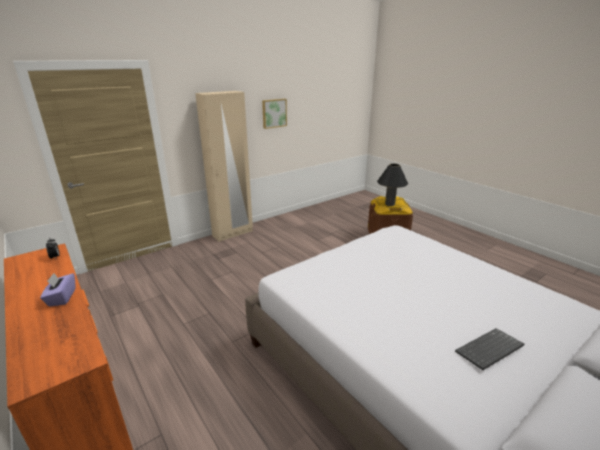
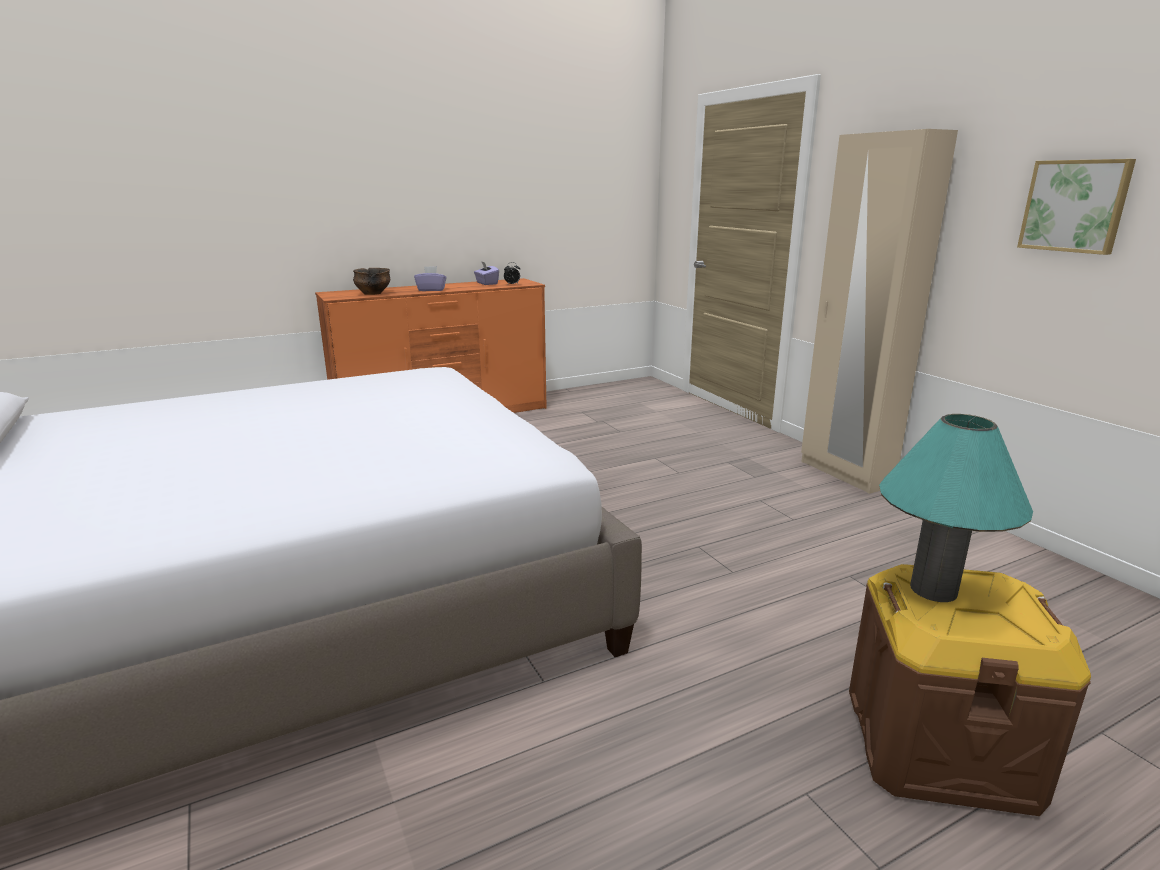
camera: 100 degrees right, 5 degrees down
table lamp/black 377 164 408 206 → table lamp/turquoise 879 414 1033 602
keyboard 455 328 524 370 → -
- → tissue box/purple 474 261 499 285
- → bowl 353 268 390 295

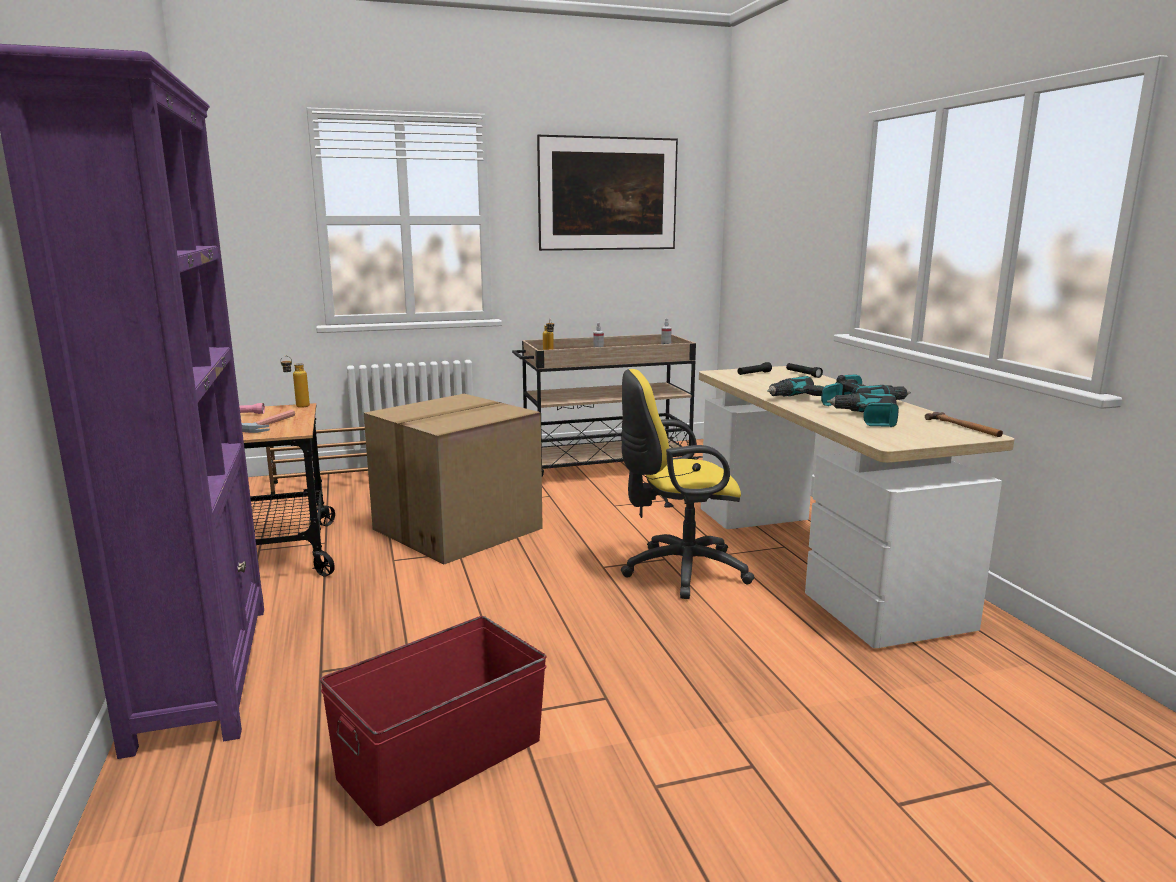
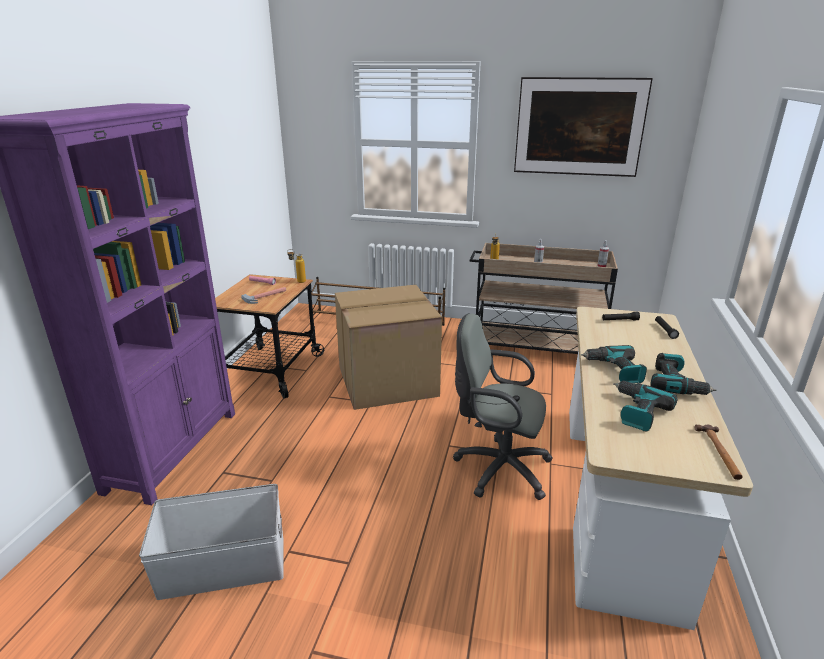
camera: 30 degrees right, 10 degrees up
office chair/yellow 621 369 754 599 → office chair/grey 453 313 553 500
storage box/red 320 616 547 826 → storage box/white 139 484 283 600

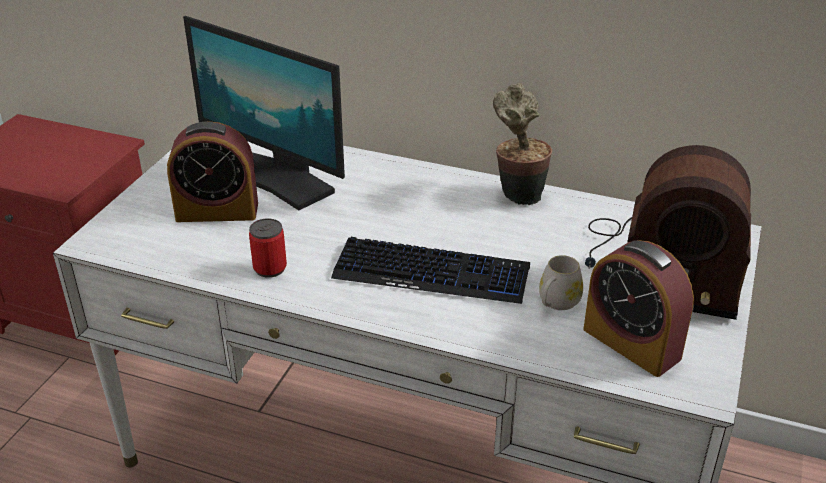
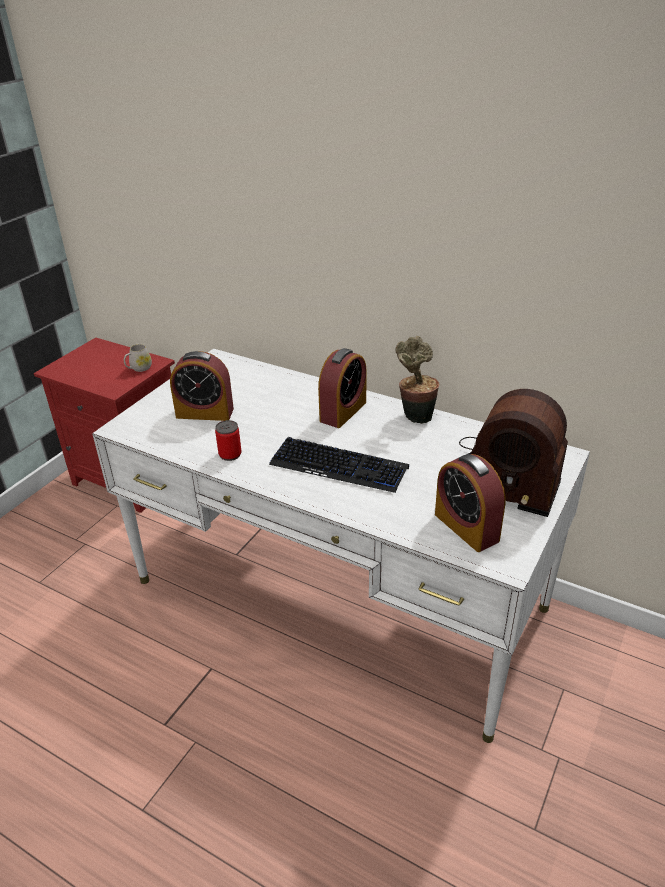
camera: 10 degrees right, 0 degrees up
monitor 183 16 345 210 → -
mug/white 539 255 583 310 → mug/white 124 344 152 372, move
- → alarm clock 318 348 366 428

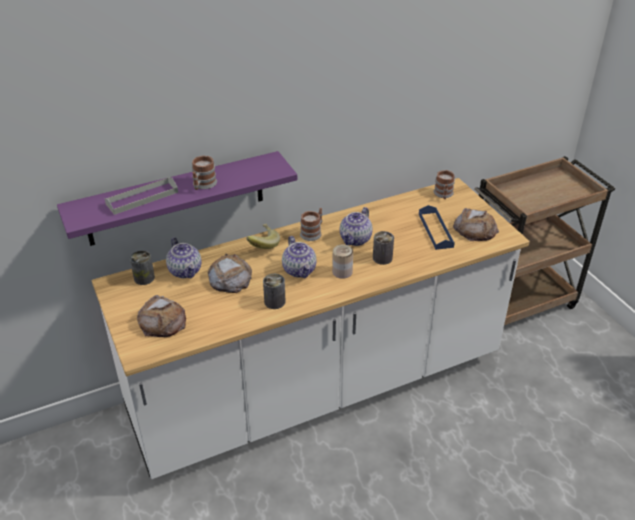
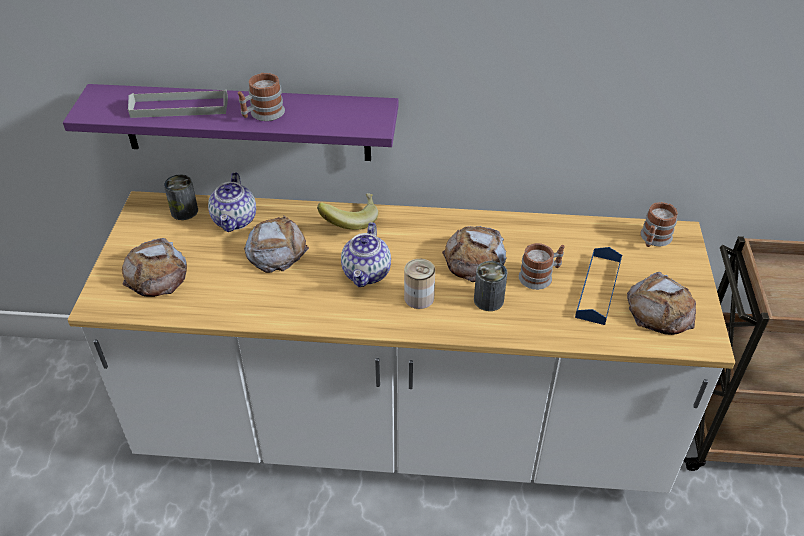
camera: 30 degrees right, 5 degrees up
teapot 340 207 373 246 → bread 442 226 507 282
mug 300 208 322 241 → mug 519 243 565 290, move
can 263 274 286 309 → -

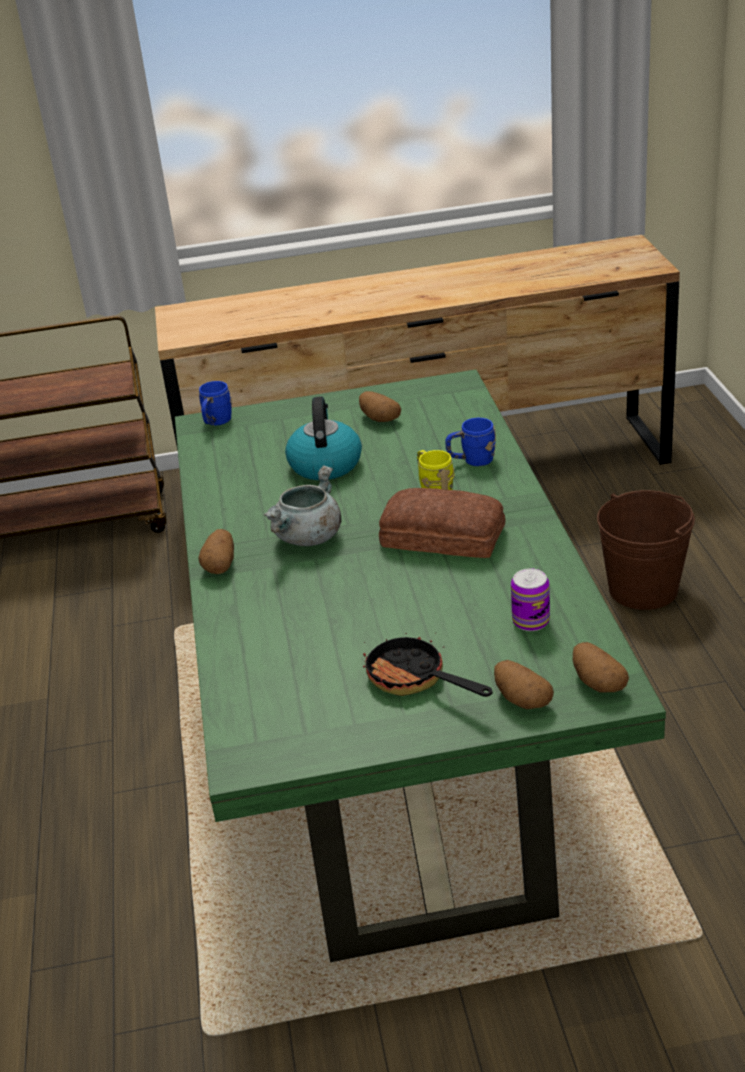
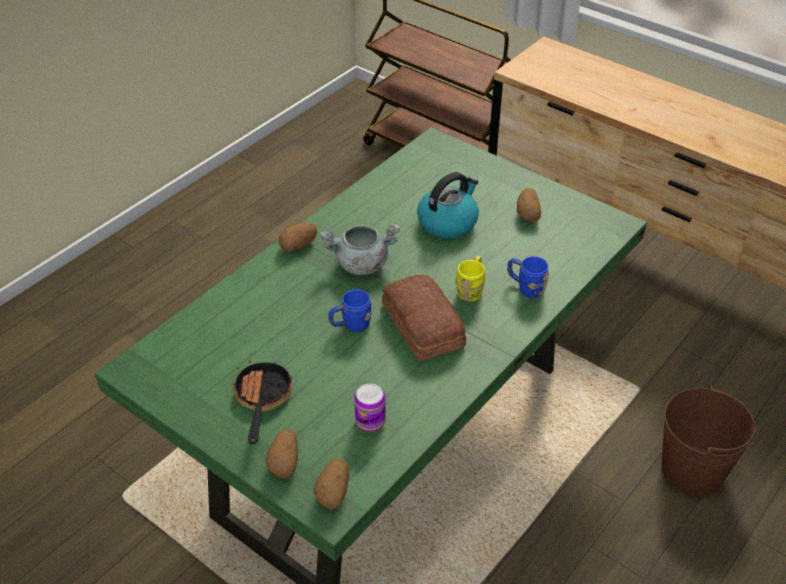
camera: 45 degrees right, 10 degrees up
mug/blue 199 381 232 425 → mug/blue 329 289 372 332, move

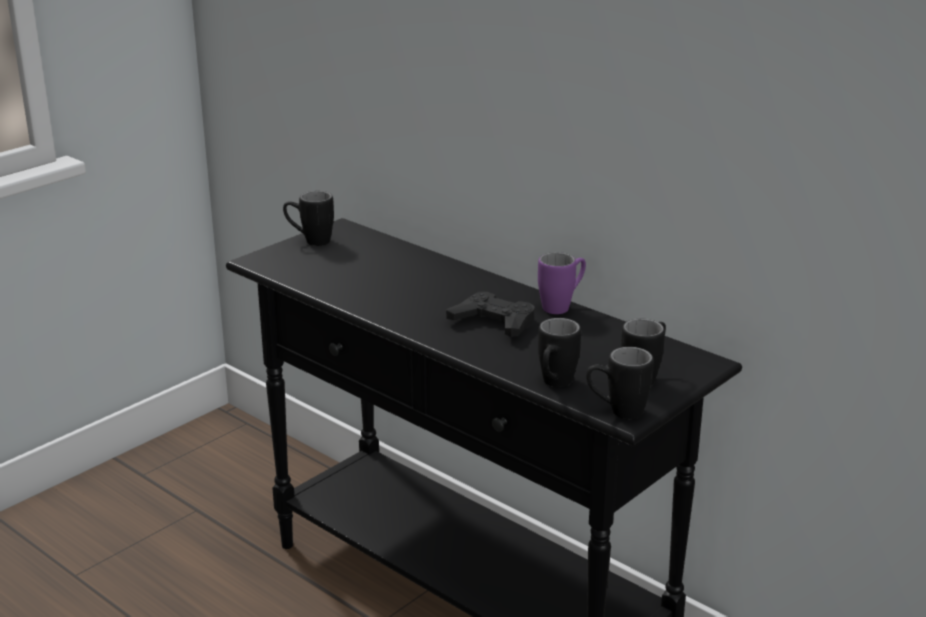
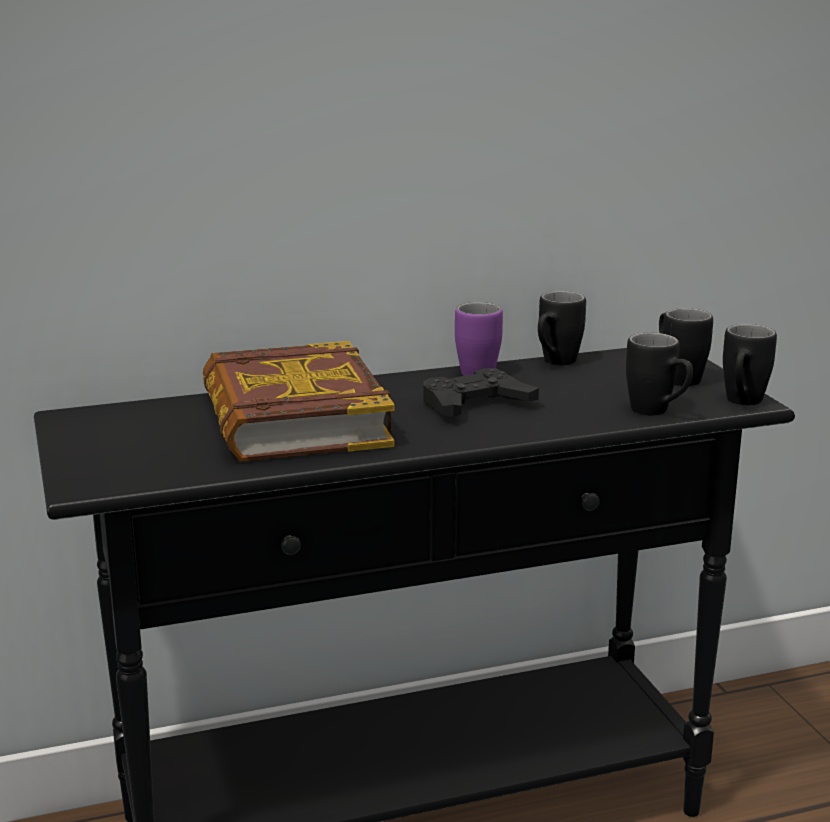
camera: 60 degrees left, 5 degrees down
mug/black 283 191 334 246 → mug/black 538 291 586 365, move
- → book 203 341 395 462

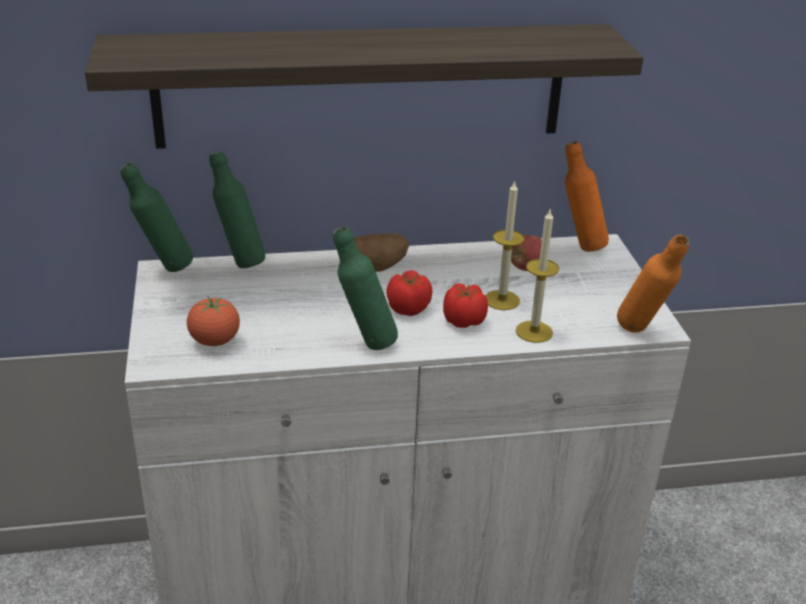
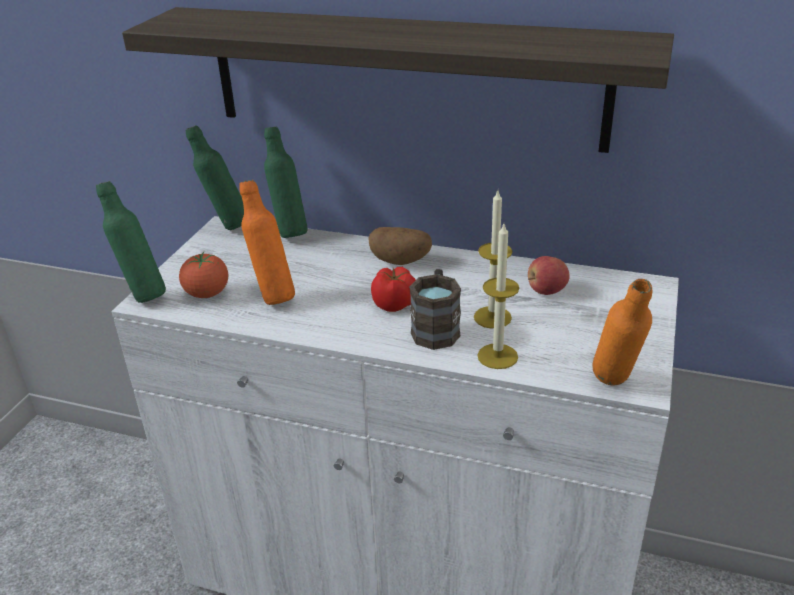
camera: 30 degrees right, 0 degrees up
bottle/orange 565 141 609 252 → bottle/orange 239 180 295 305, move
bottle/green 333 226 398 350 → bottle/green 96 181 166 303, move
tomato 443 283 488 328 → mug/brown 409 269 461 350

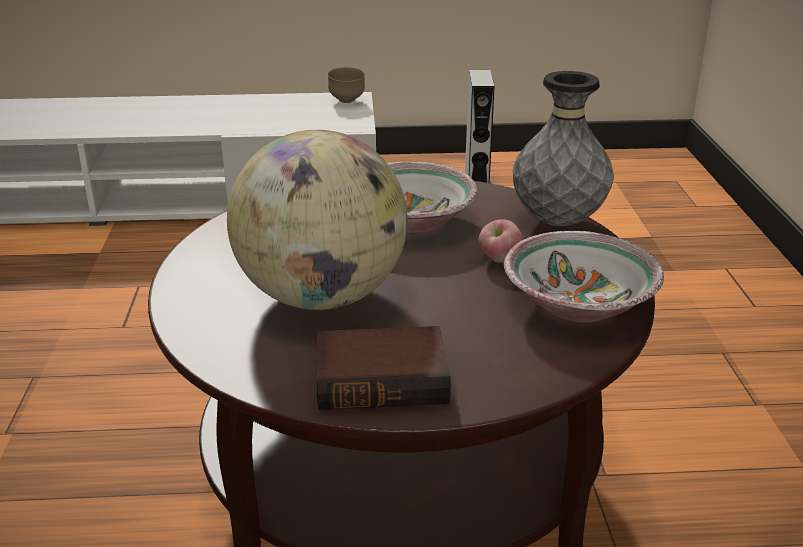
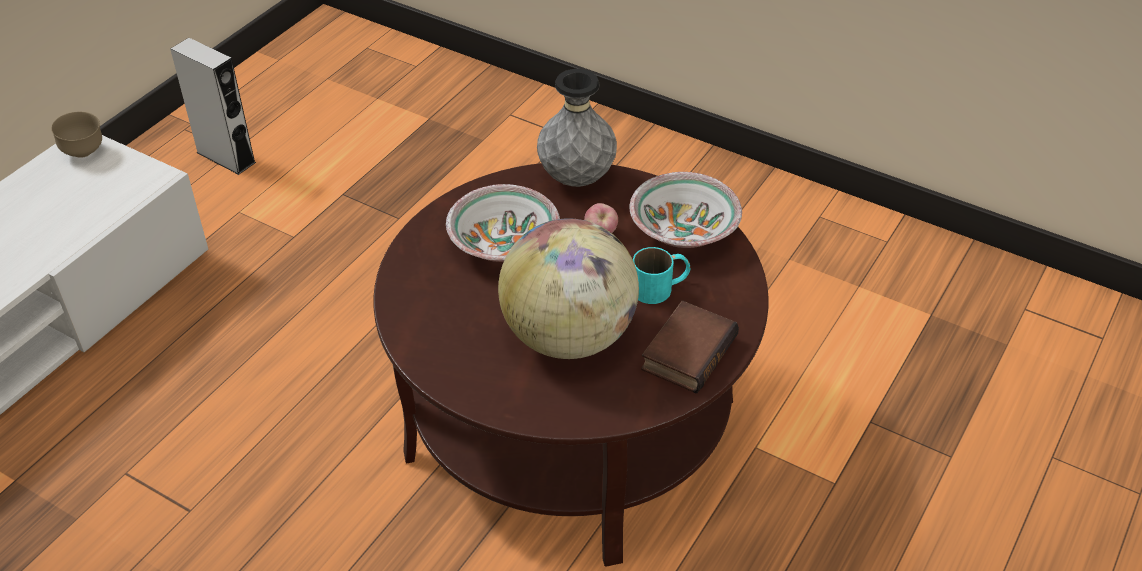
camera: 55 degrees left, 15 degrees up
- → mug/turquoise 633 247 690 304

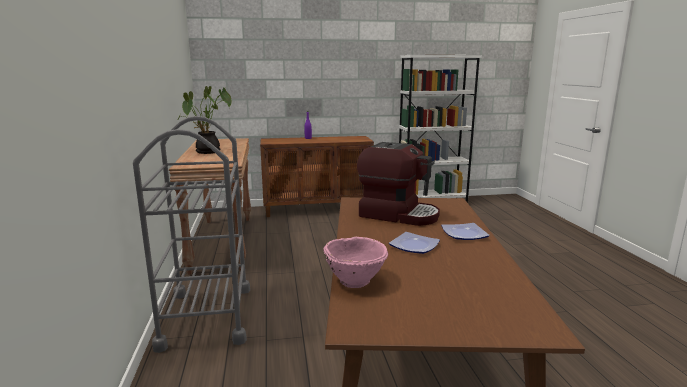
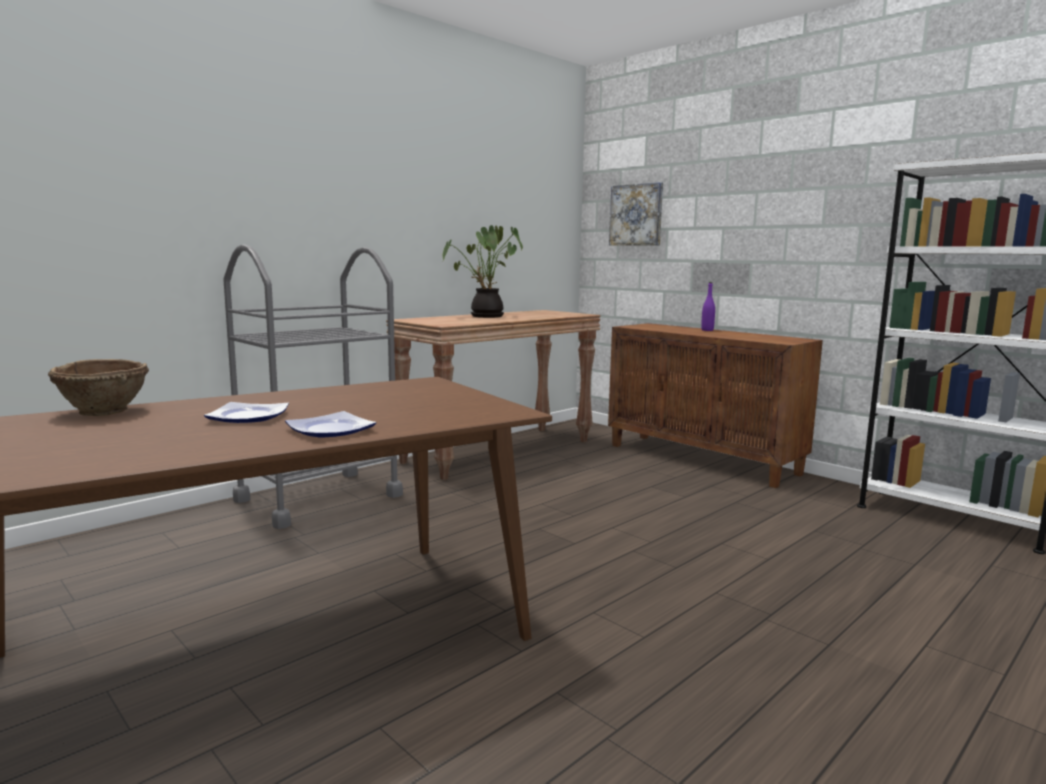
camera: 55 degrees right, 5 degrees down
coffee machine 357 142 440 226 → -
bowl/pink 323 237 388 288 → bowl/brown 48 359 149 416
- → picture 609 182 663 246

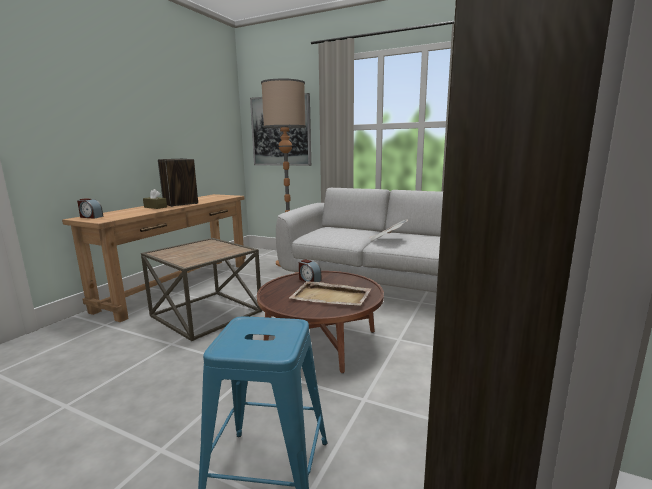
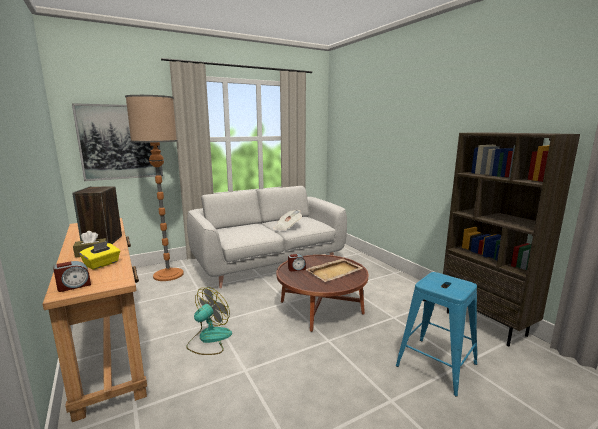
camera: 55 degrees left, 0 degrees up
side table/brown 141 238 262 341 → fan 186 287 232 355
- → tissue box/yellow 79 241 120 270

